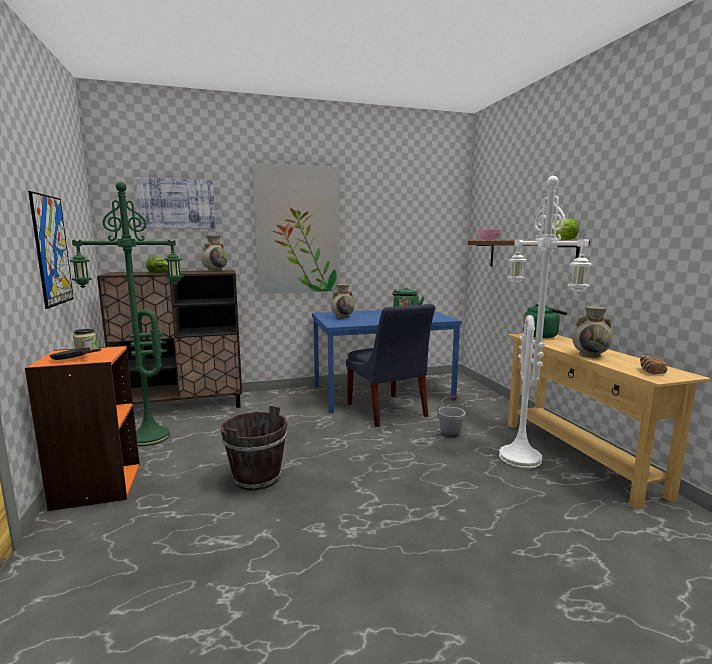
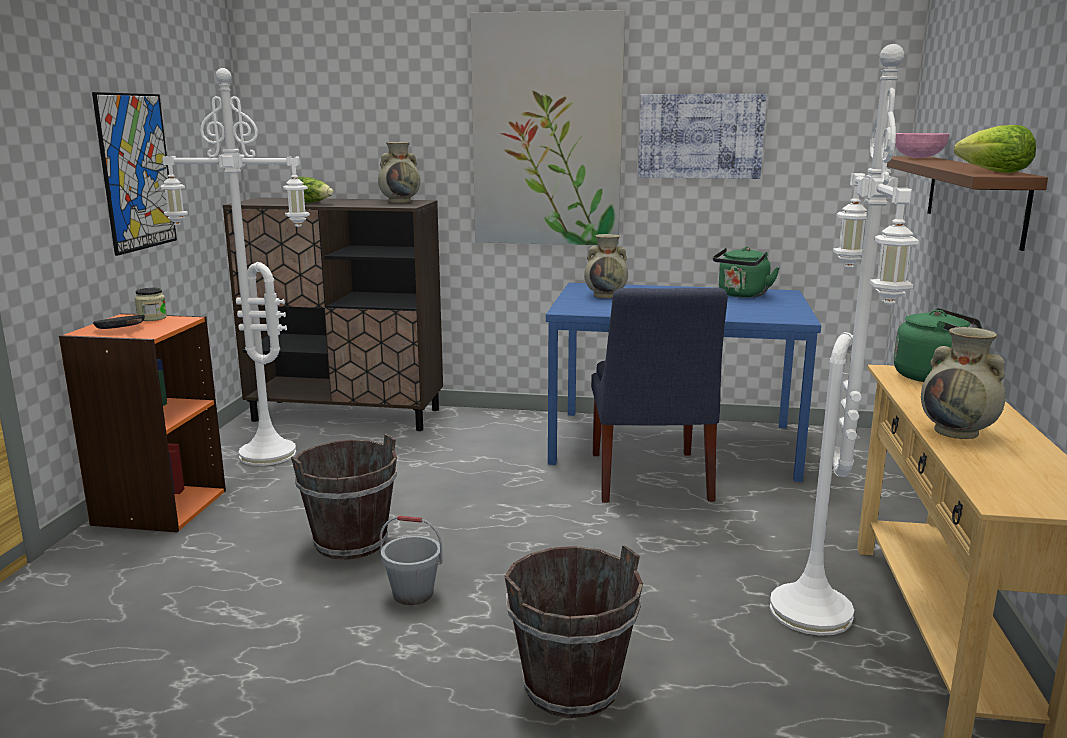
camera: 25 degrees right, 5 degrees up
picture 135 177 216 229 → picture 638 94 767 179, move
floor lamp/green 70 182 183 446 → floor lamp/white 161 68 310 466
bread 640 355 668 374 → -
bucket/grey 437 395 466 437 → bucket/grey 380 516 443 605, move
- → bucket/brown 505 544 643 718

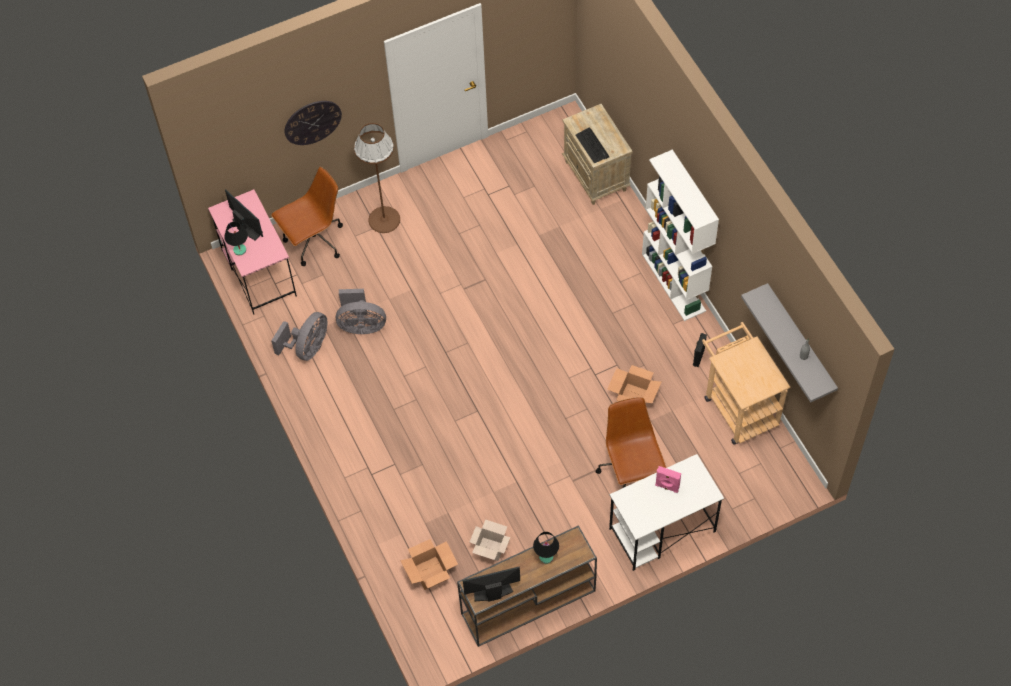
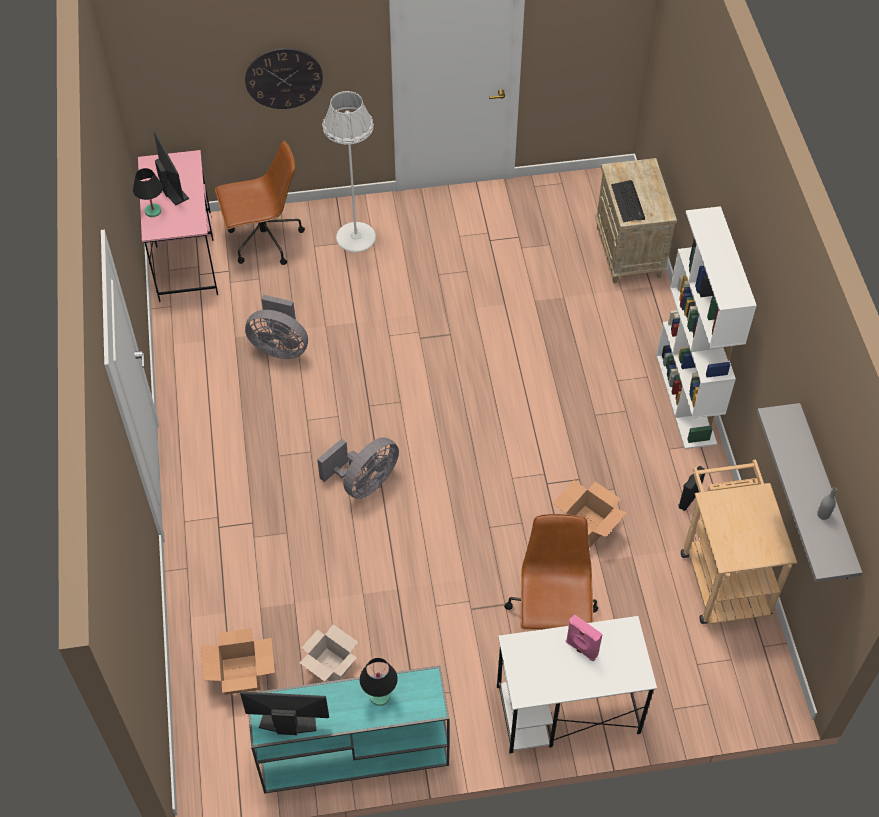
camera: 15 degrees right, 5 degrees down
floor lamp/brown 354 123 400 233 → floor lamp/white 322 91 376 252
fan/grey 271 312 327 361 → fan/grey 317 437 399 499, move
console table/brown 457 525 597 647 → console table/turquoise 248 666 449 794

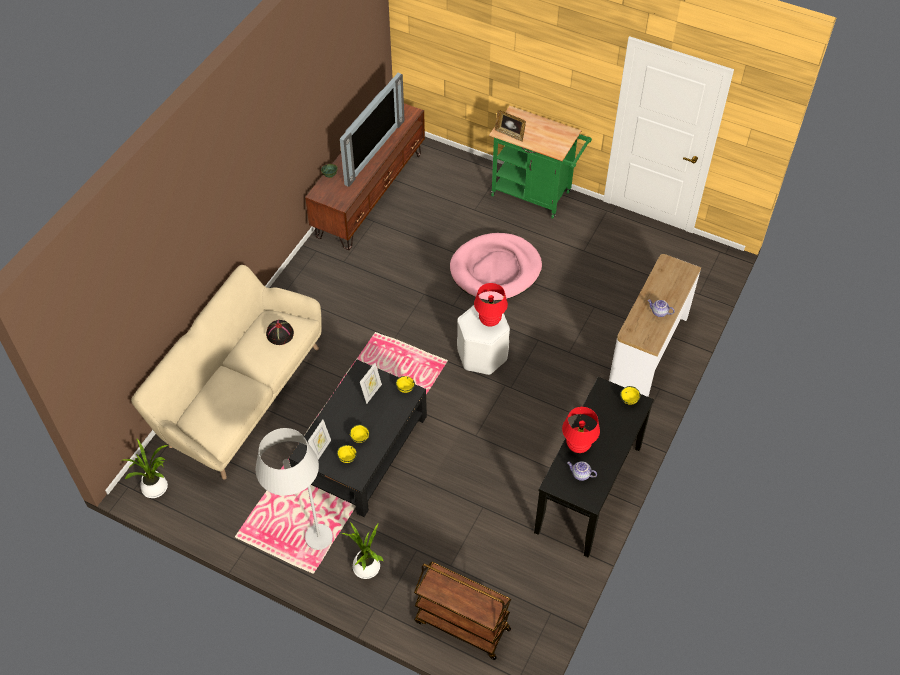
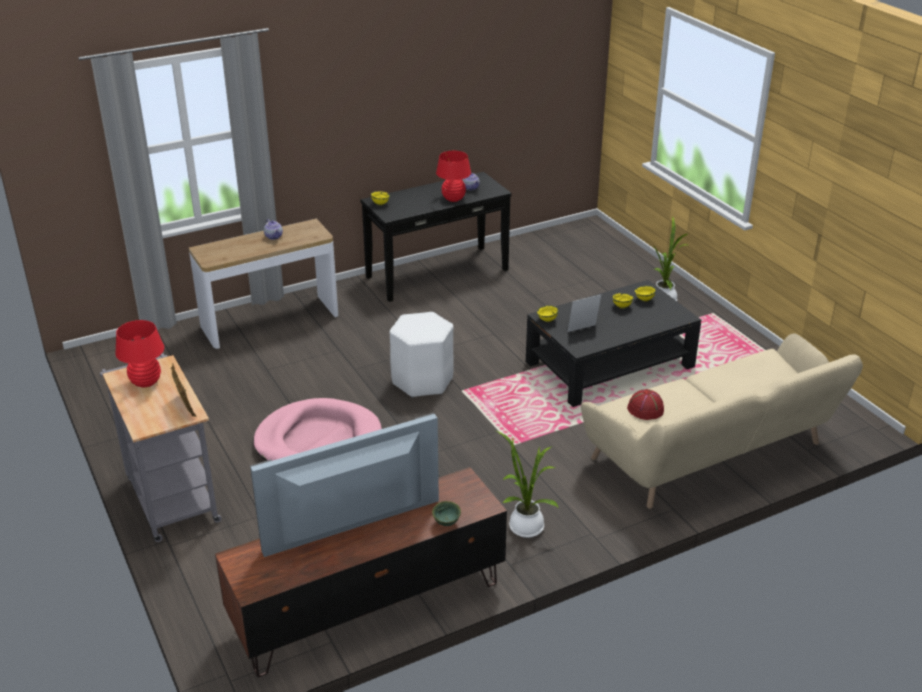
camera: 145 degrees left, 20 degrees down
cart/green 489 106 592 219 → cart/grey 100 353 222 542
table lamp/red 474 283 508 327 → table lamp/red 115 320 164 387, move
hat/black 266 320 294 345 → hat/red 627 389 664 420
picture frame 308 419 331 459 → -
floor lamp/white 256 428 333 550 → -
potted plant 121 439 168 498 → potted plant 496 431 558 538, move
cart/brown 414 562 511 660 → -

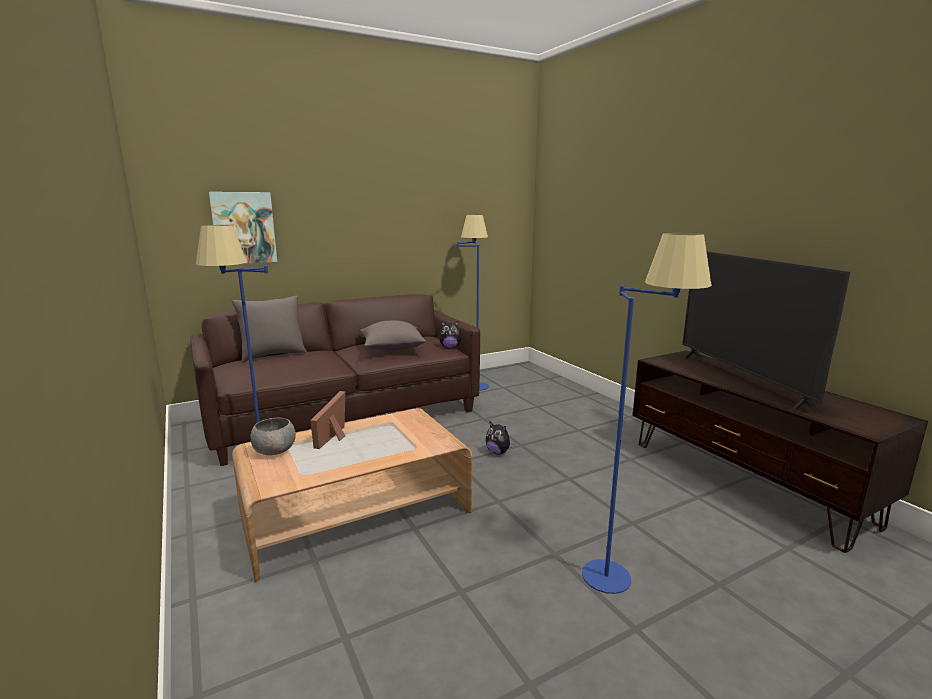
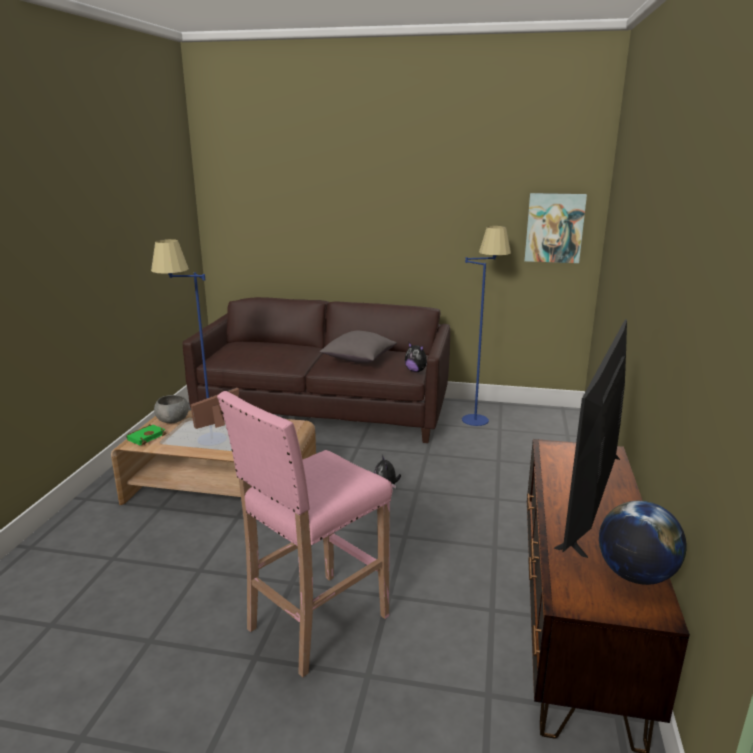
camera: 40 degrees right, 5 degrees up
picture 209 192 277 264 → picture 524 193 587 263, move
floor lamp/blue 582 233 712 594 → stool/pink 217 391 392 677
pillow/grey 232 296 307 362 → -
- → book/green 126 424 167 445
- → globe 599 501 687 585

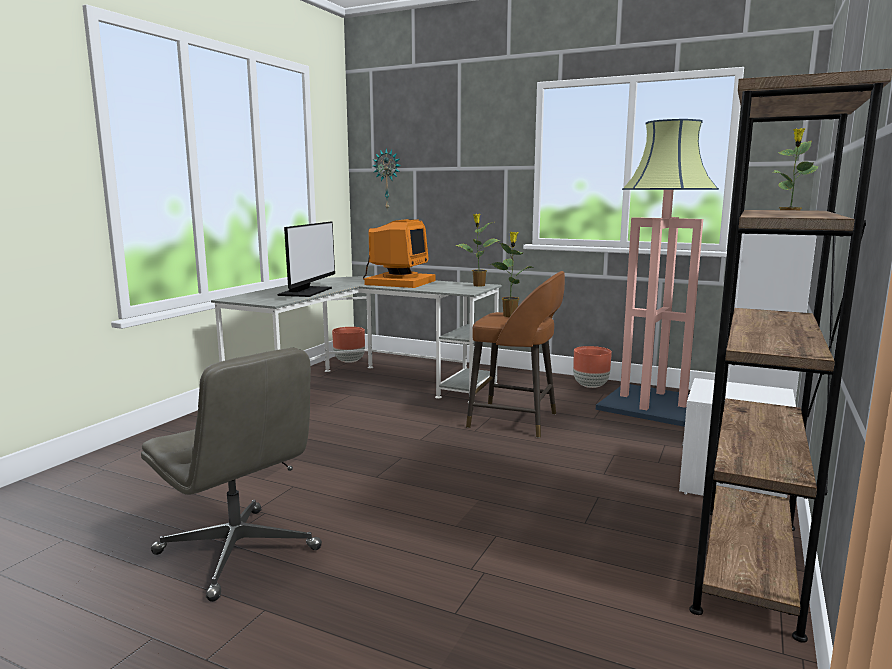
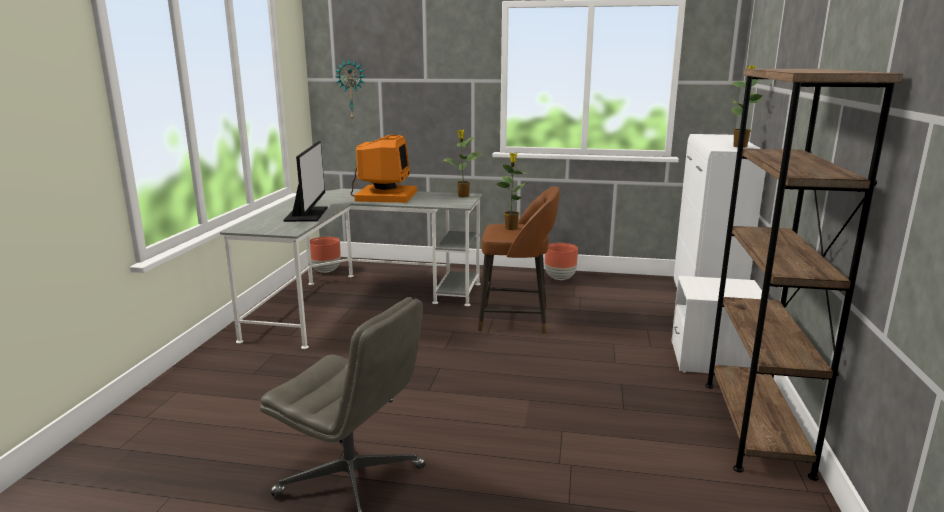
camera: 15 degrees left, 5 degrees up
floor lamp 596 119 719 427 → -

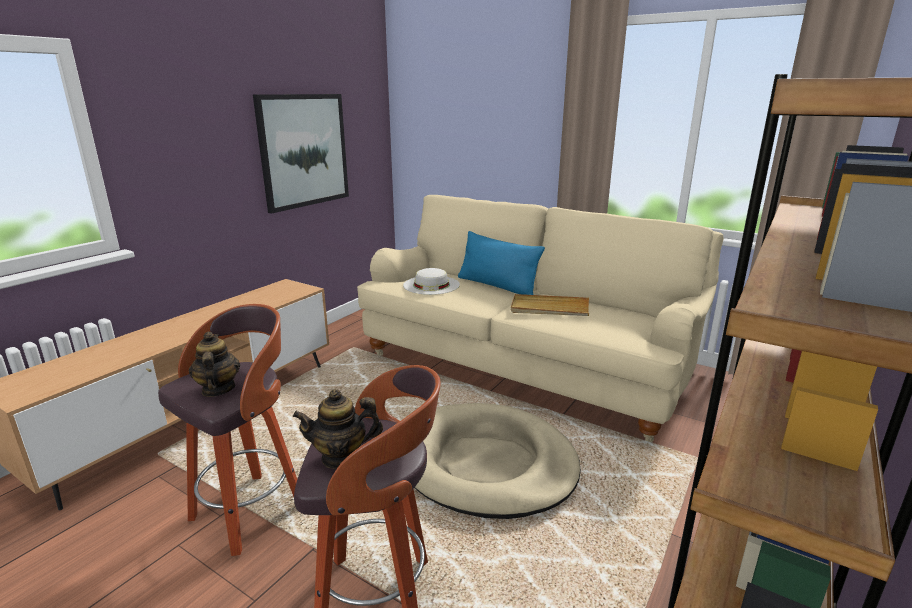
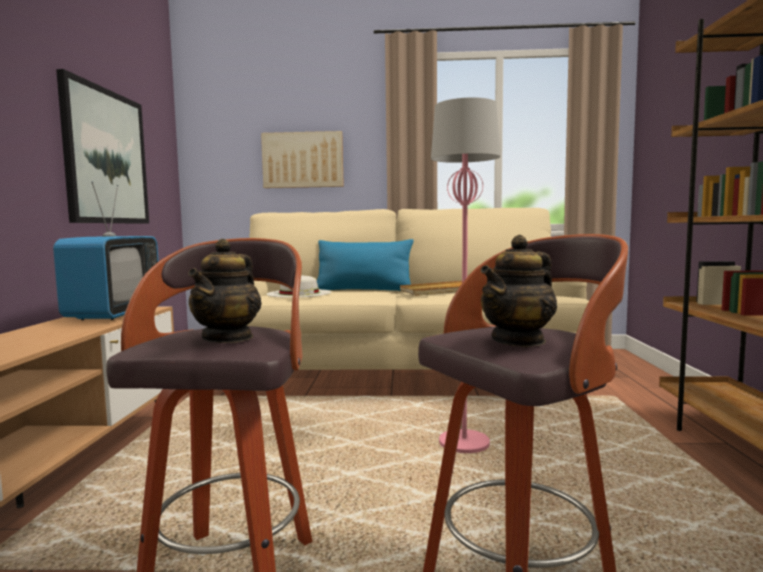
camera: 30 degrees left, 15 degrees down
teapot 189 331 240 397 → teapot 188 239 262 343, 120 degrees counterclockwise
dog bed/beige 414 403 580 519 → floor lamp/pink 431 97 500 453
- → picture 261 131 344 188
- → television 53 181 159 320

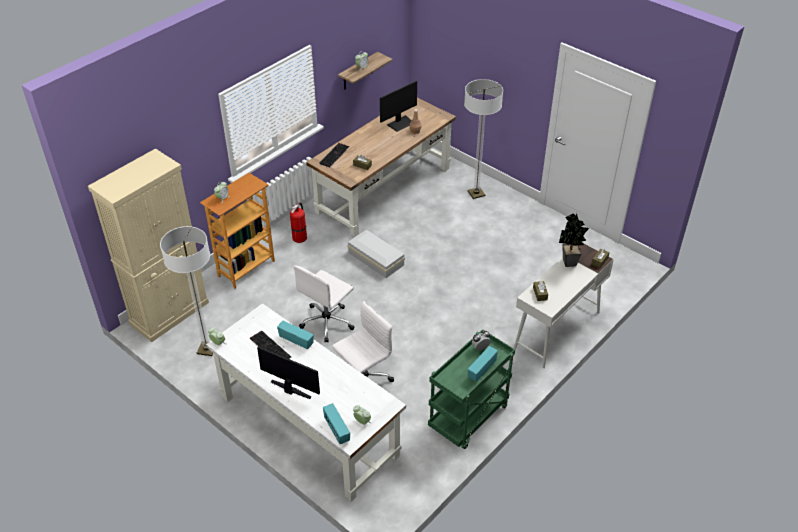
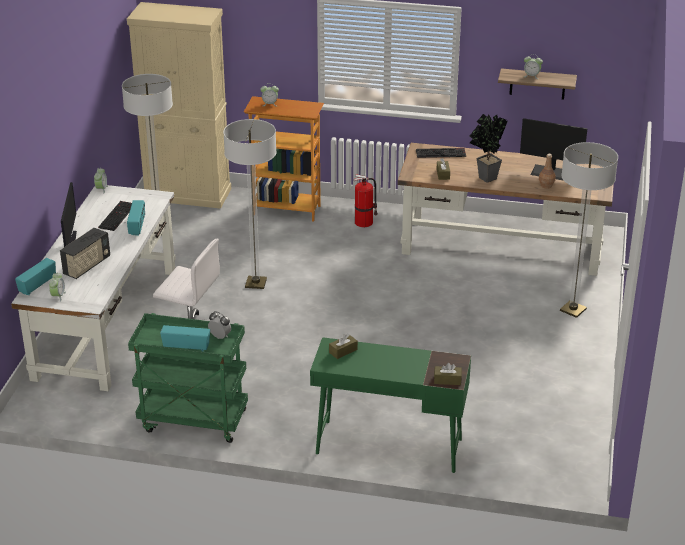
camera: 60 degrees right, 10 degrees down
potted plant 559 213 589 267 → potted plant 470 114 508 183, move
storage box/white 347 230 405 278 → -
desk/white 514 243 614 368 → desk/green 310 337 471 473
office chair/white 294 265 354 342 → floor lamp 223 119 277 289
- → radio 60 228 110 279

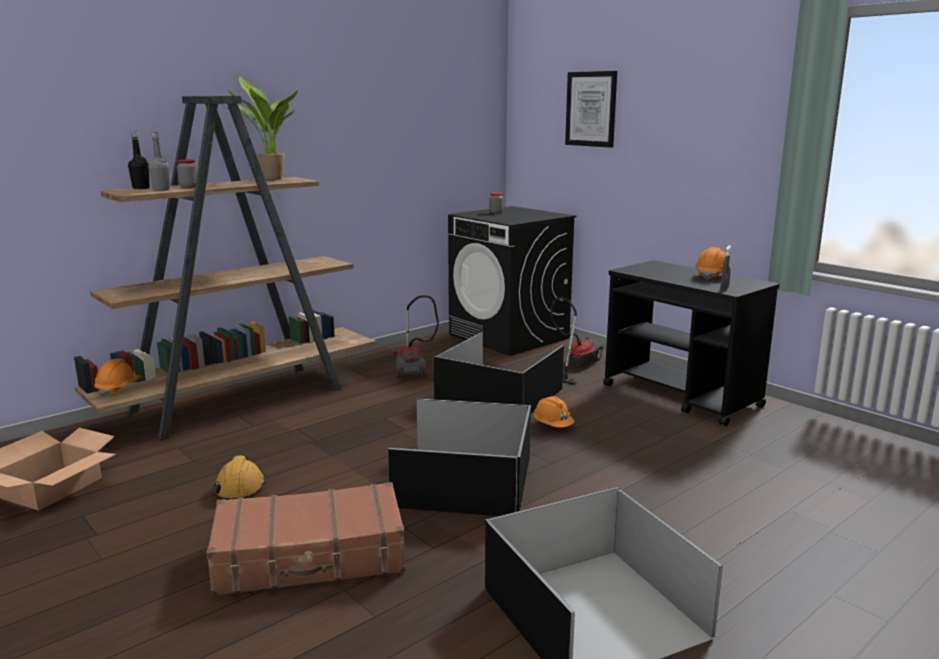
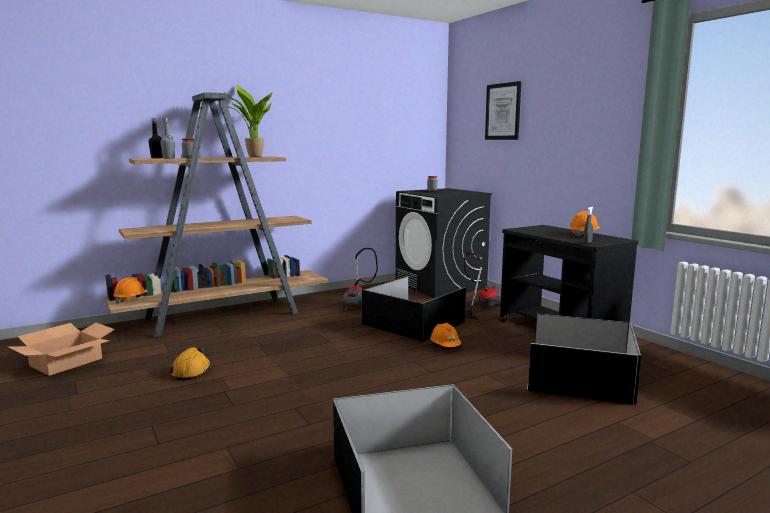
camera: 10 degrees right, 5 degrees down
storage box/black 388 398 531 516 → storage box/black 527 313 641 405, move
suitcase/brown 206 482 406 596 → -

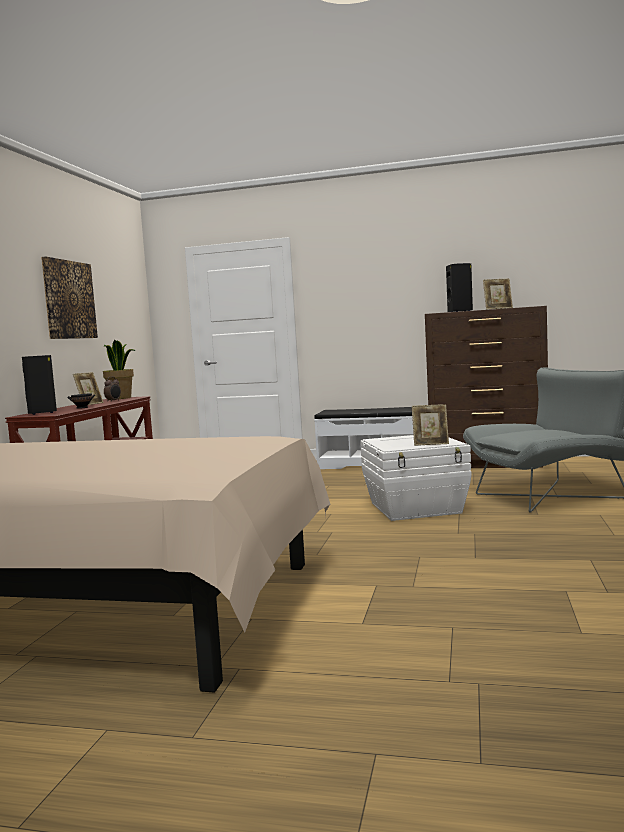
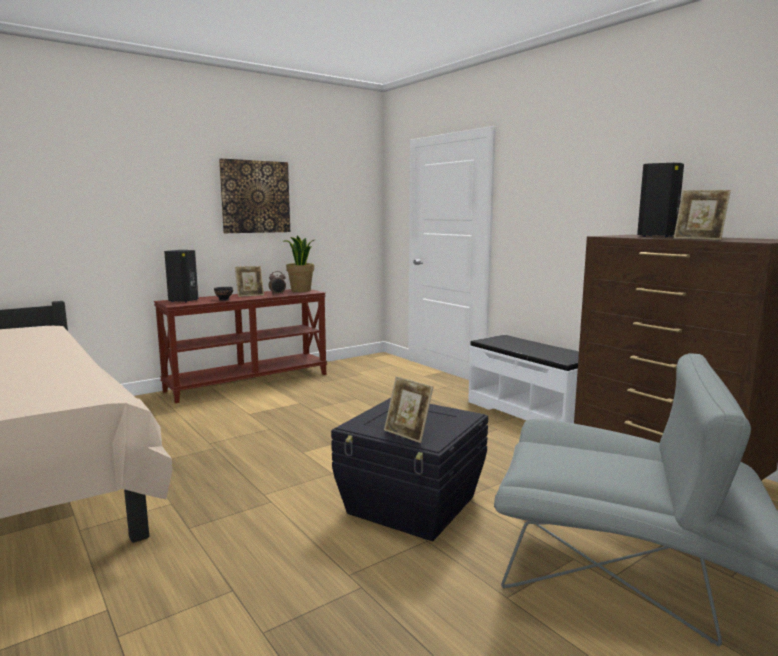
camera: 40 degrees right, 5 degrees up
storage box/white 360 435 472 521 → storage box/black 331 398 488 541

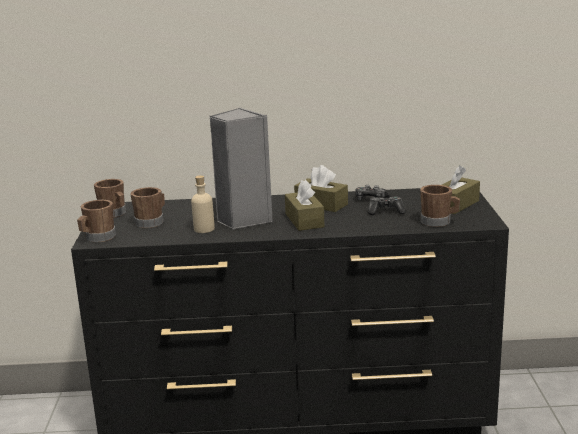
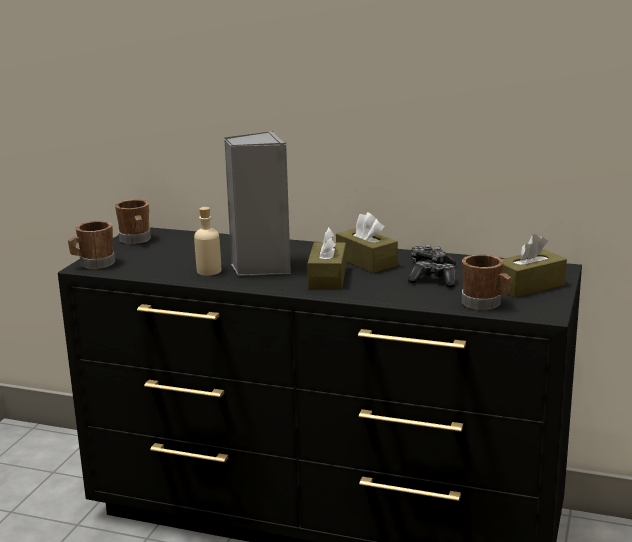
camera: 20 degrees right, 0 degrees up
mug/brown 130 187 165 228 → -

